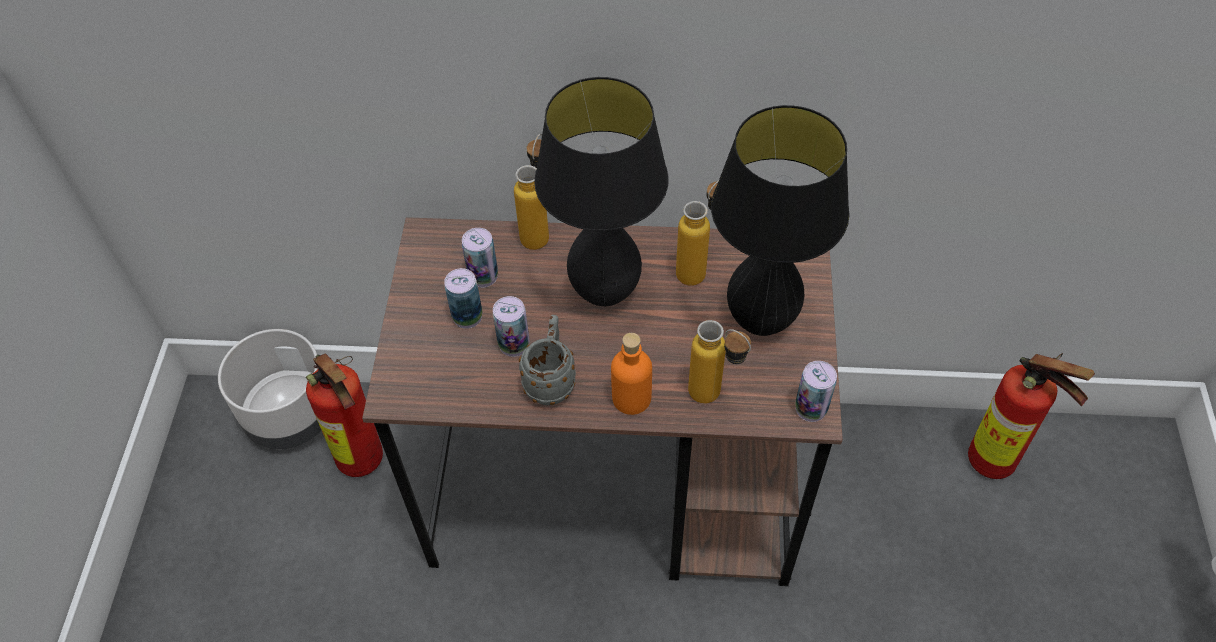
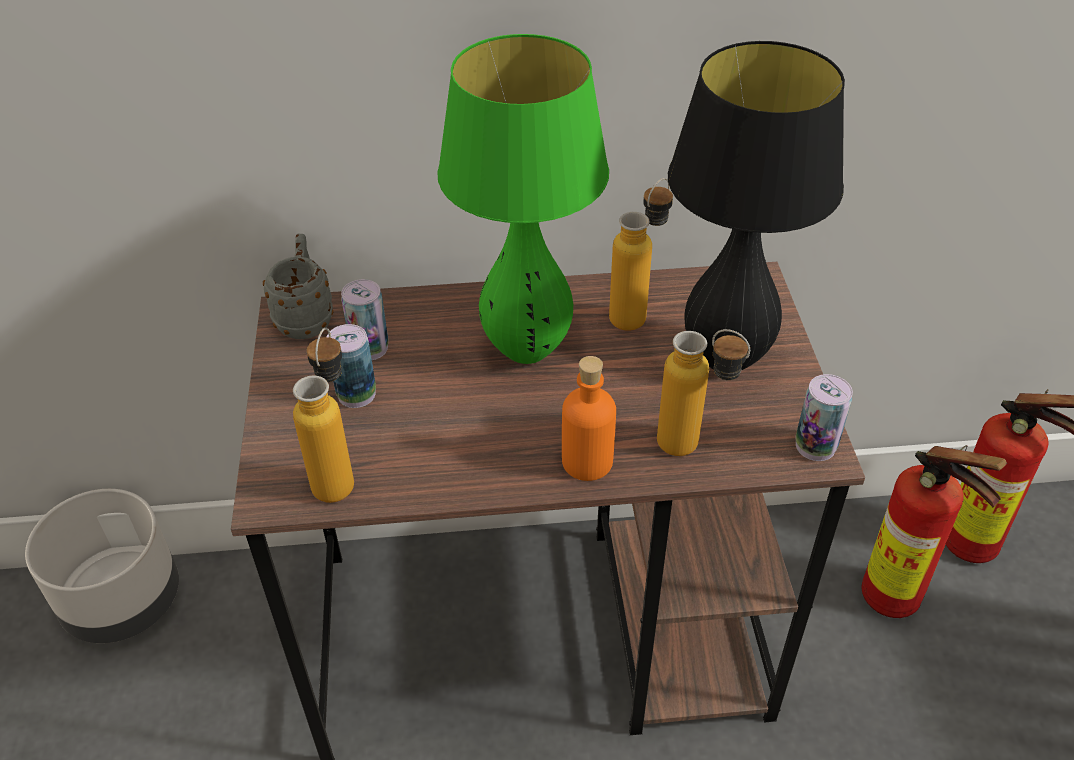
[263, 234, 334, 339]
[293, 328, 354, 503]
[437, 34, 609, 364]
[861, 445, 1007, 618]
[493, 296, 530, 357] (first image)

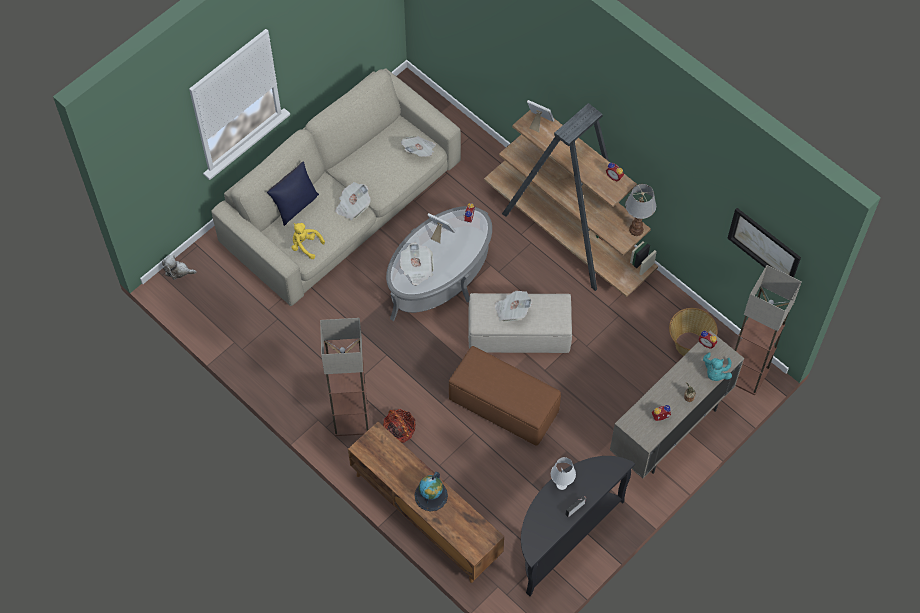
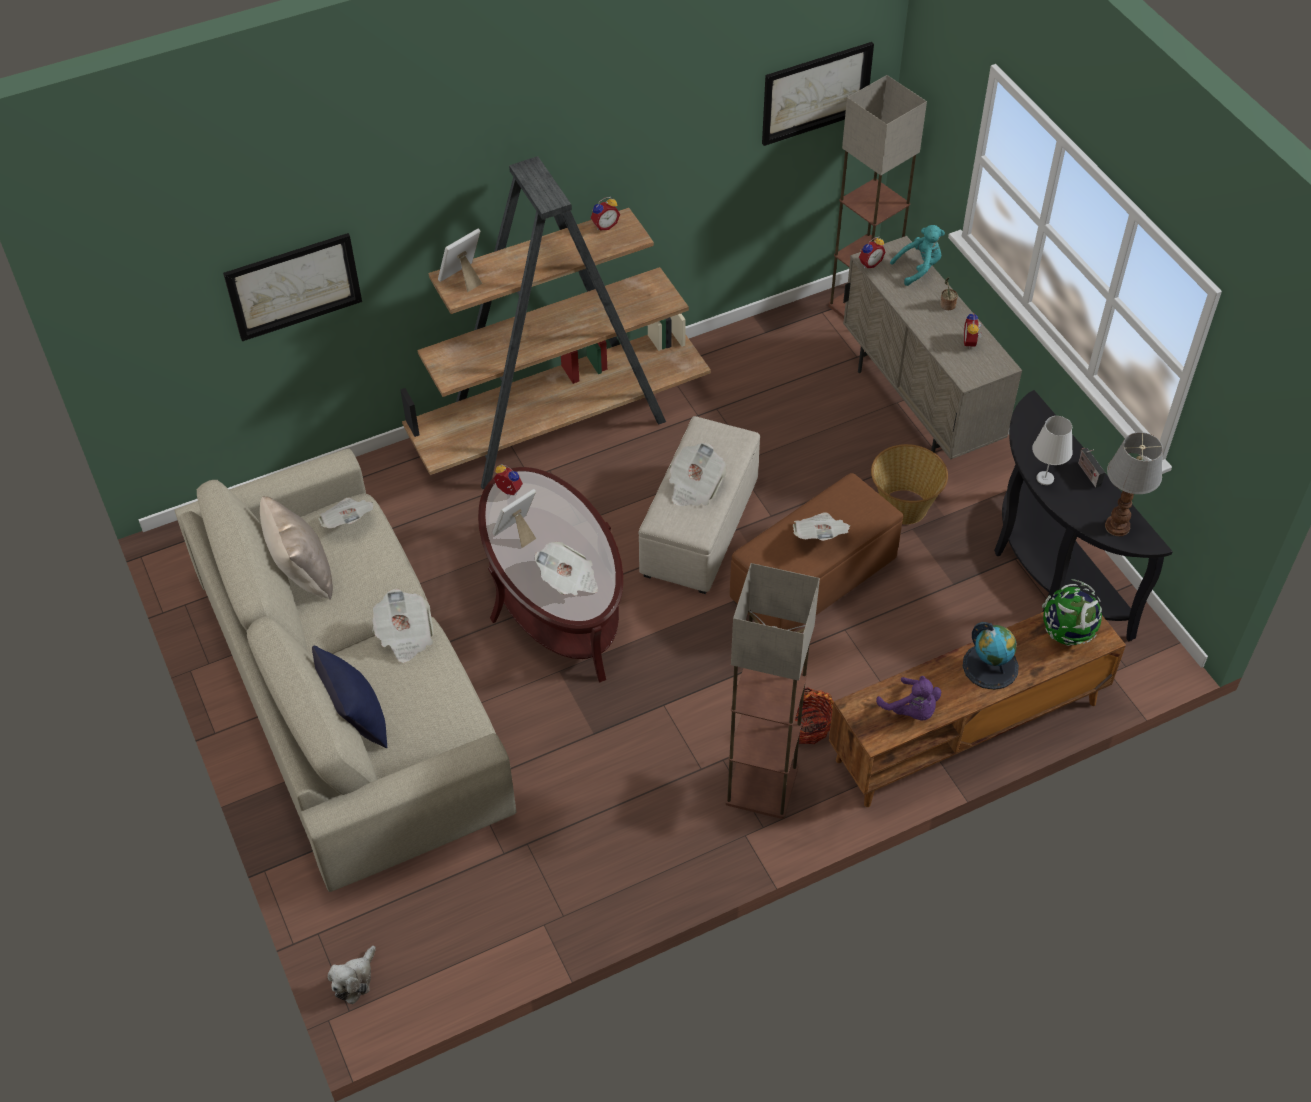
[223, 233, 362, 341]
[260, 496, 333, 600]
[478, 467, 623, 683]
[793, 513, 850, 541]
[871, 444, 948, 525]
[876, 676, 941, 721]
[890, 225, 945, 286]
[1042, 579, 1102, 646]
[1105, 432, 1163, 537]
[292, 223, 325, 259] (first image)

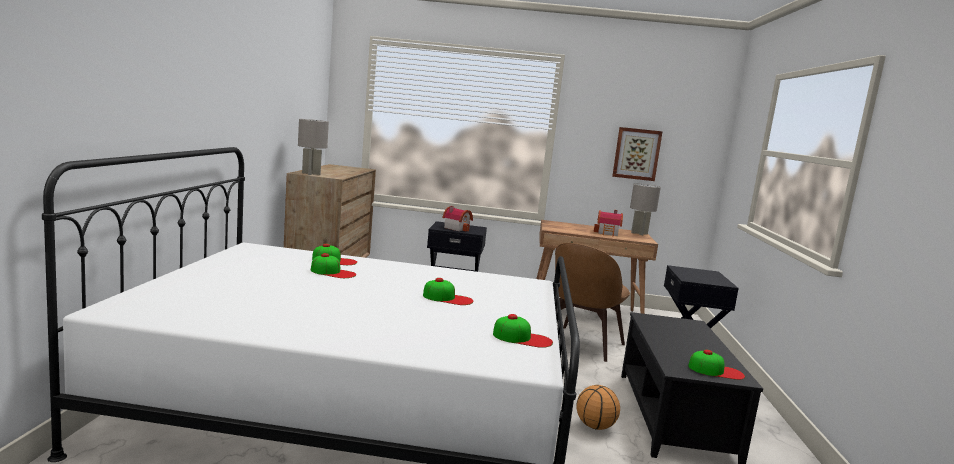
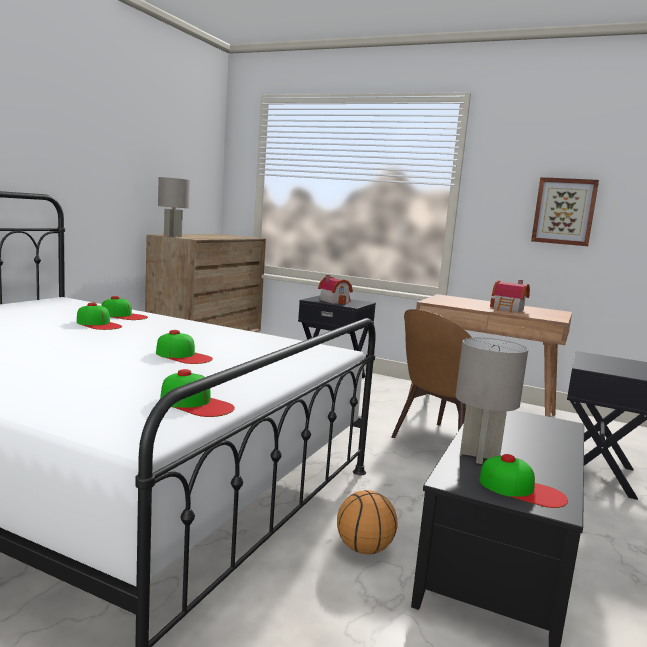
[456, 337, 528, 464]

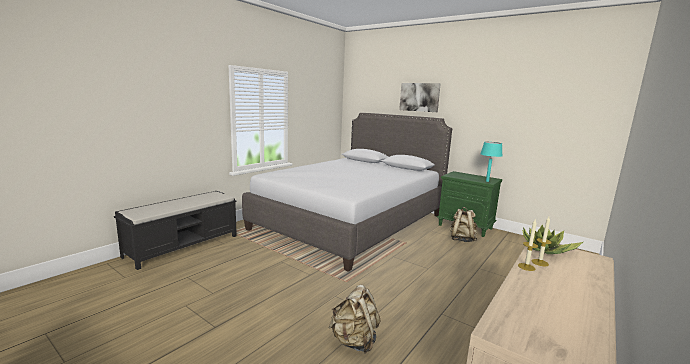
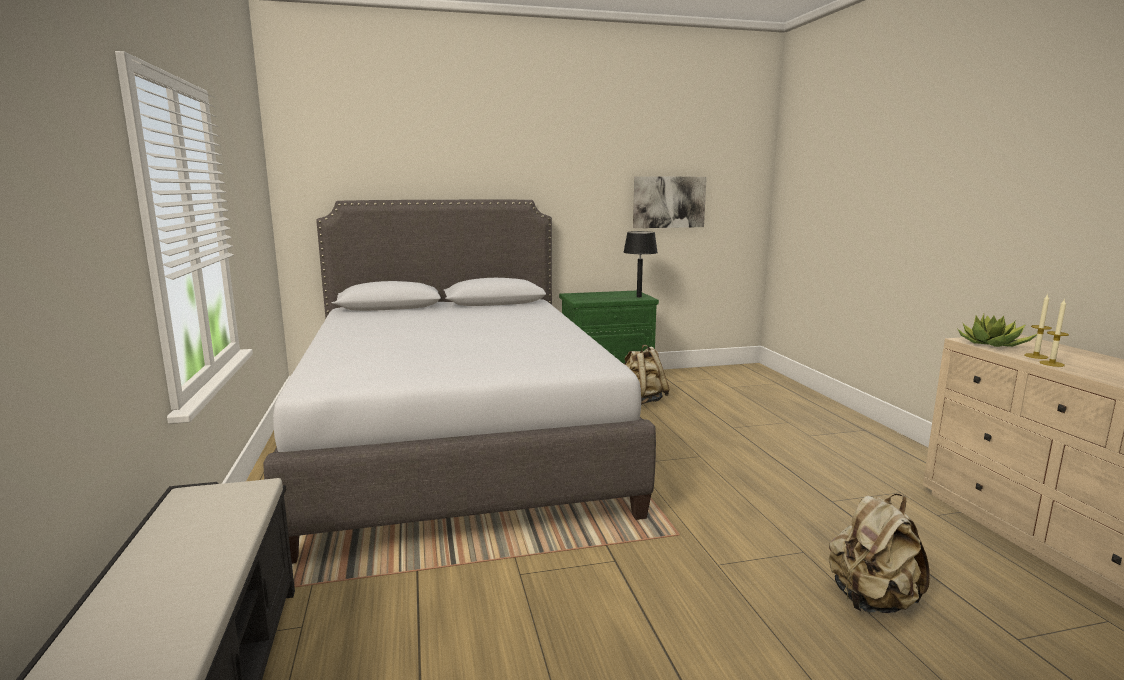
[623, 231, 658, 297]
[633, 176, 707, 228]

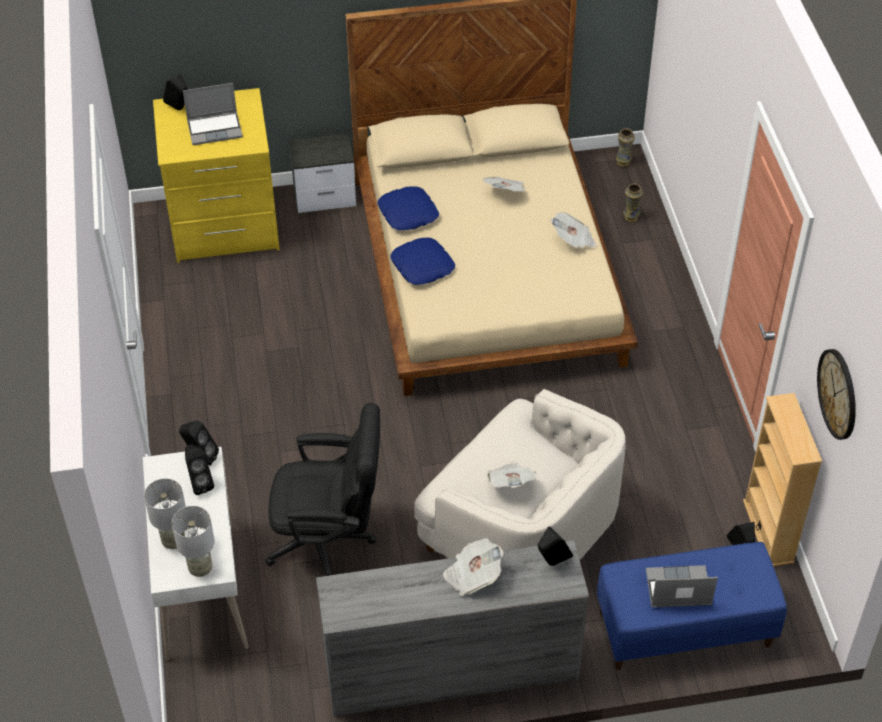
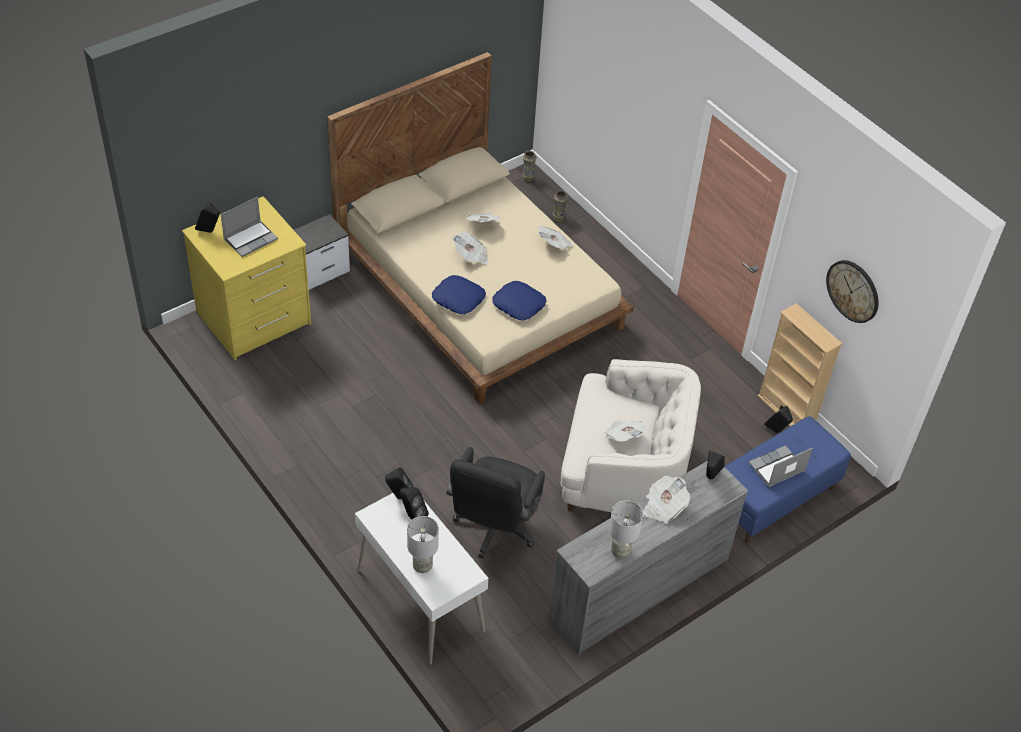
[446, 447, 545, 559]
[453, 232, 488, 264]
[492, 281, 547, 321]
[609, 500, 643, 558]

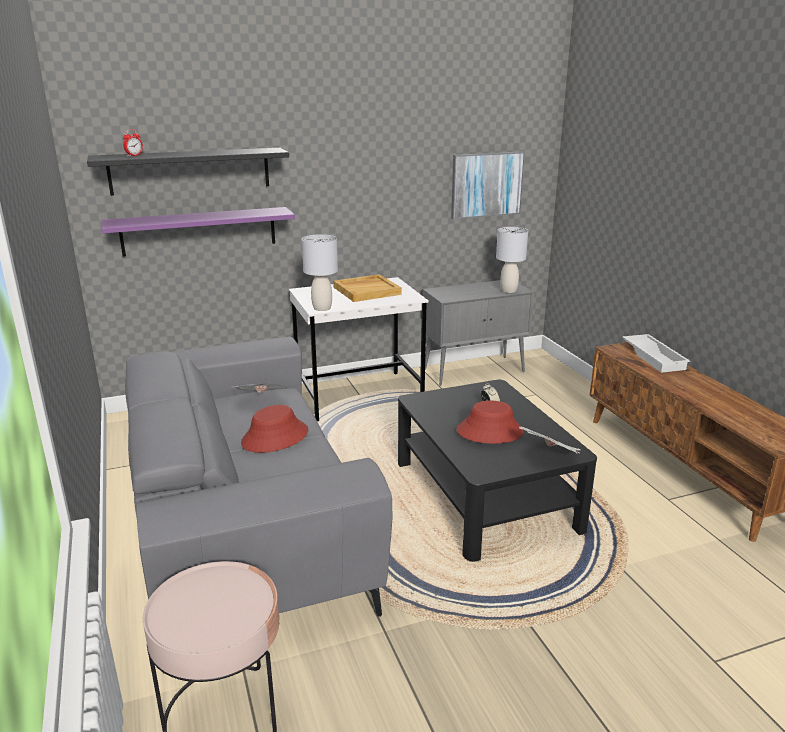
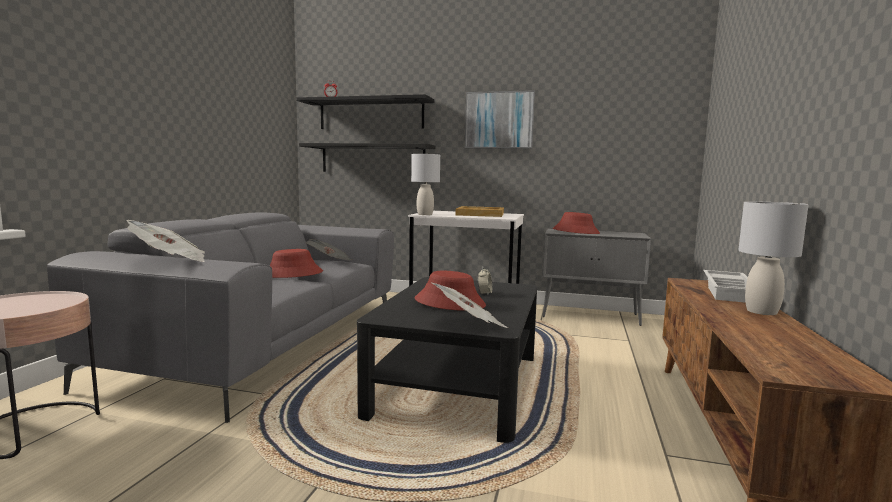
[126, 220, 205, 262]
[299, 143, 435, 172]
[465, 91, 535, 149]
[553, 212, 600, 234]
[738, 201, 809, 315]

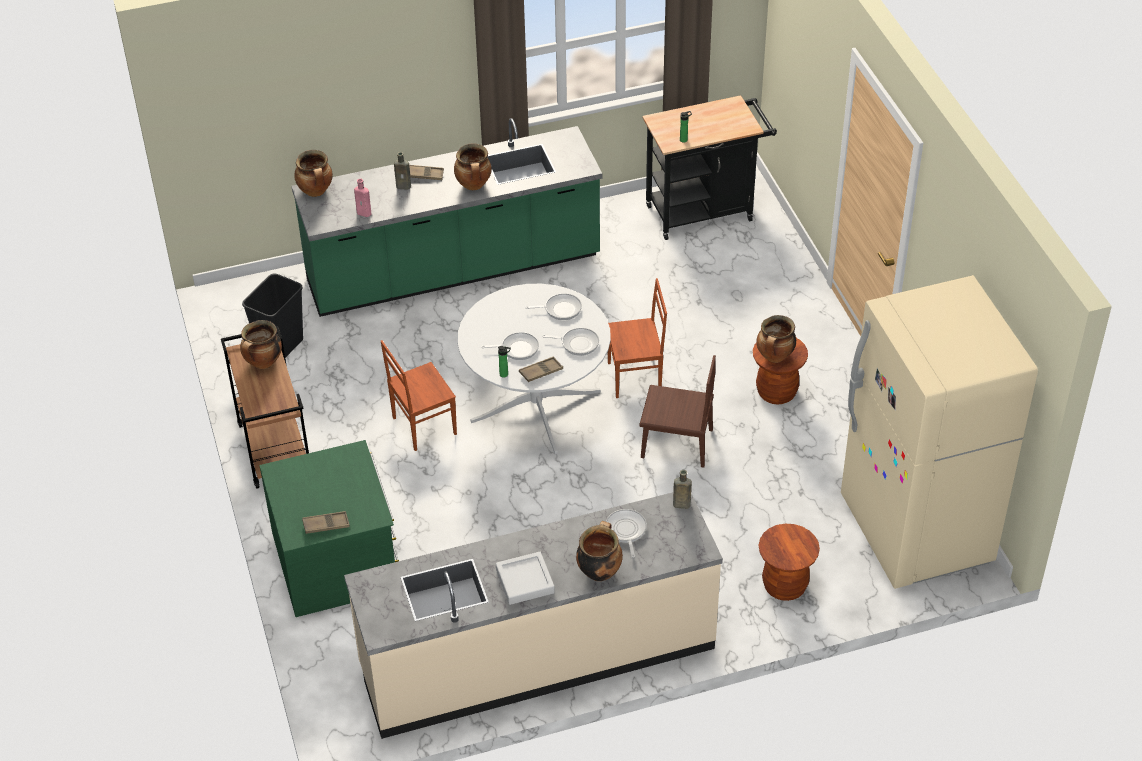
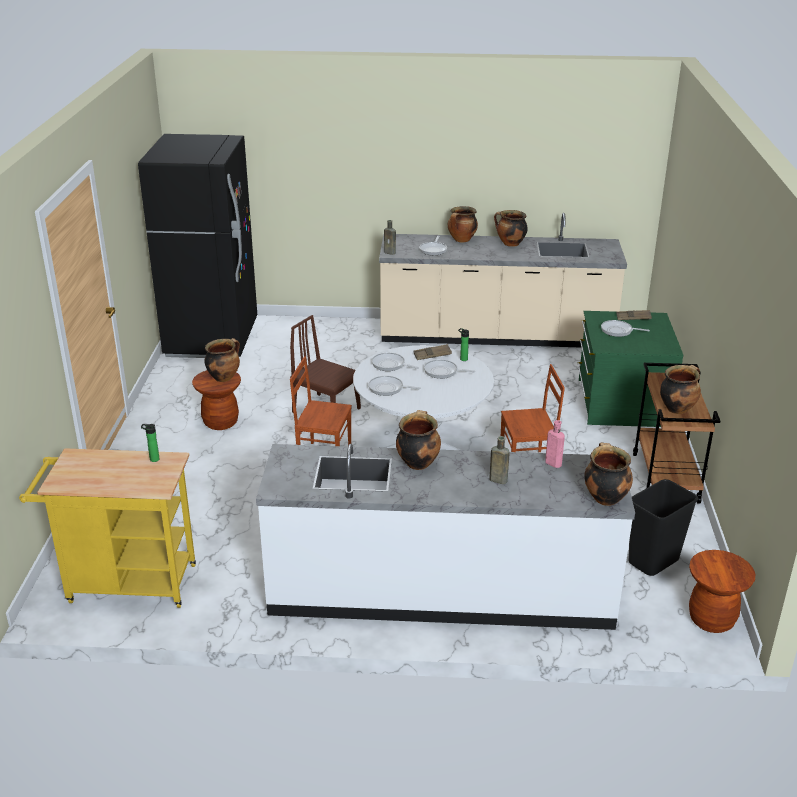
[19, 448, 196, 608]
[138, 134, 257, 358]
[256, 444, 635, 630]
[494, 210, 528, 247]
[601, 320, 650, 337]
[689, 550, 755, 633]
[409, 165, 444, 180] (first image)

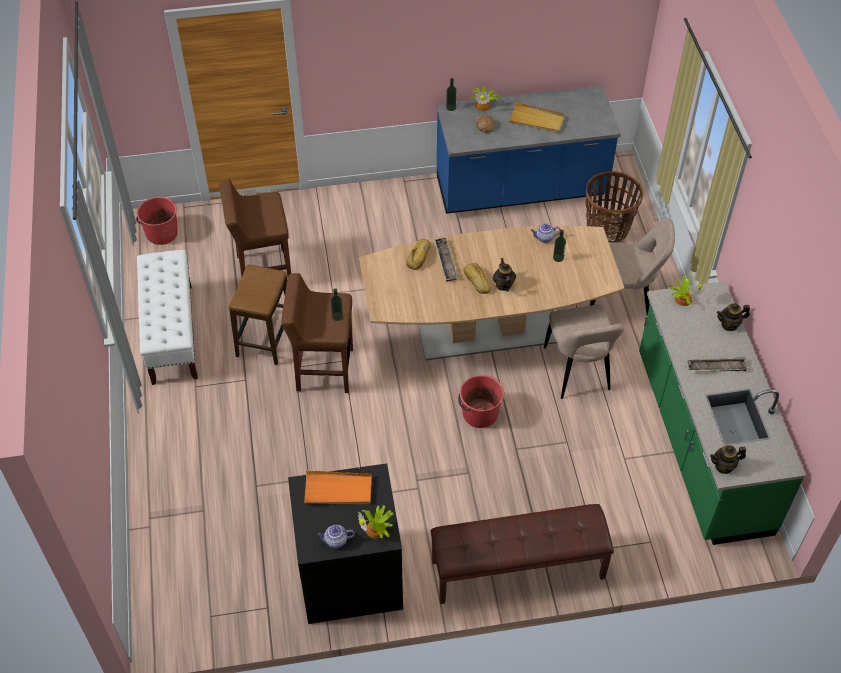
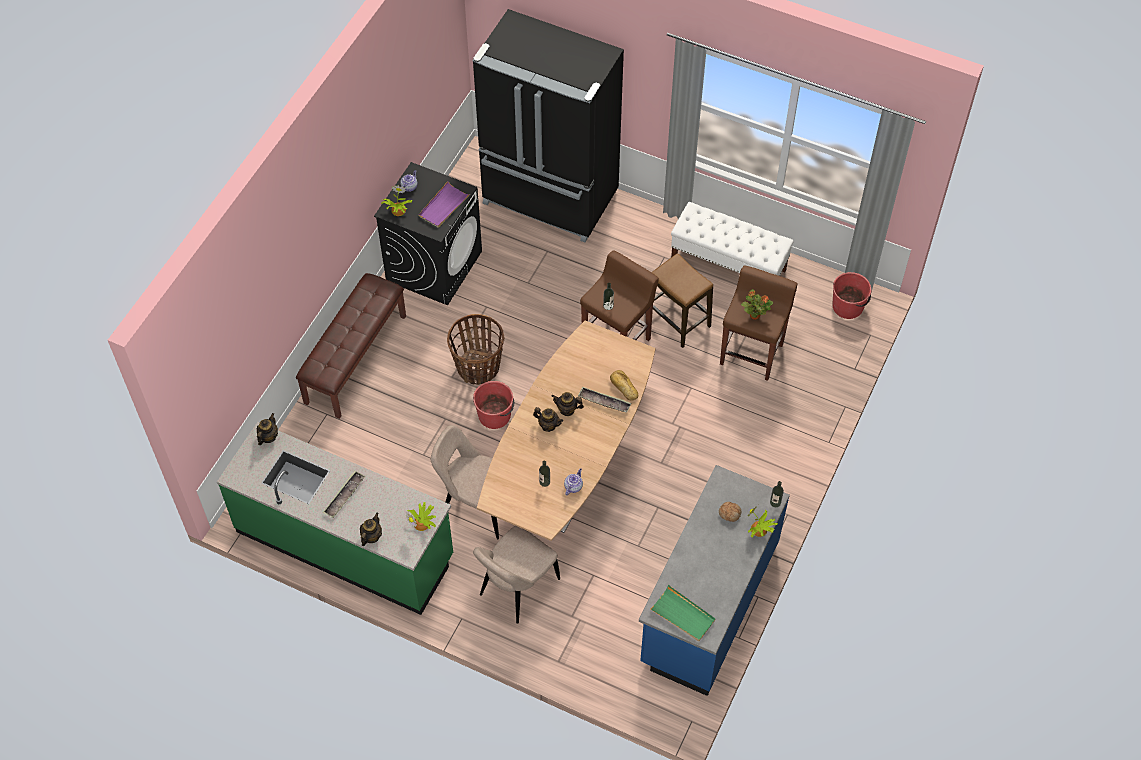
[418, 182, 470, 228]
[447, 314, 504, 385]
[473, 9, 624, 242]
[551, 392, 584, 416]
[651, 585, 716, 641]
[741, 289, 773, 320]
[509, 102, 565, 133] (first image)

